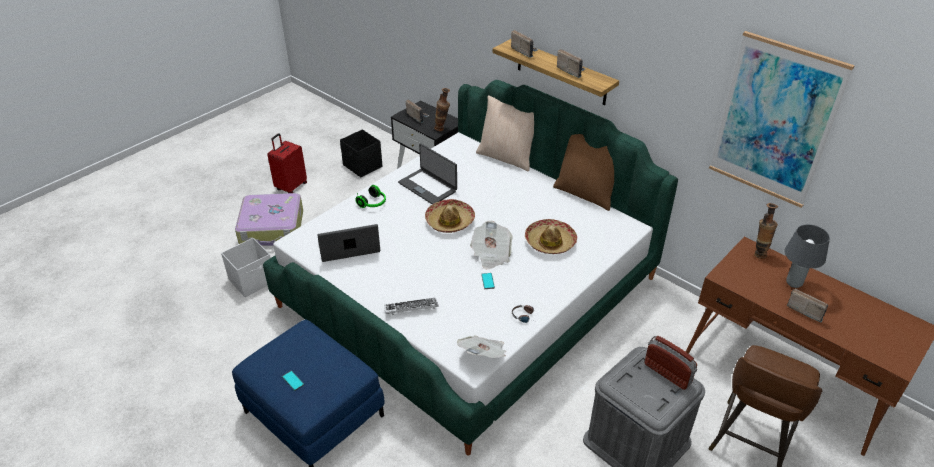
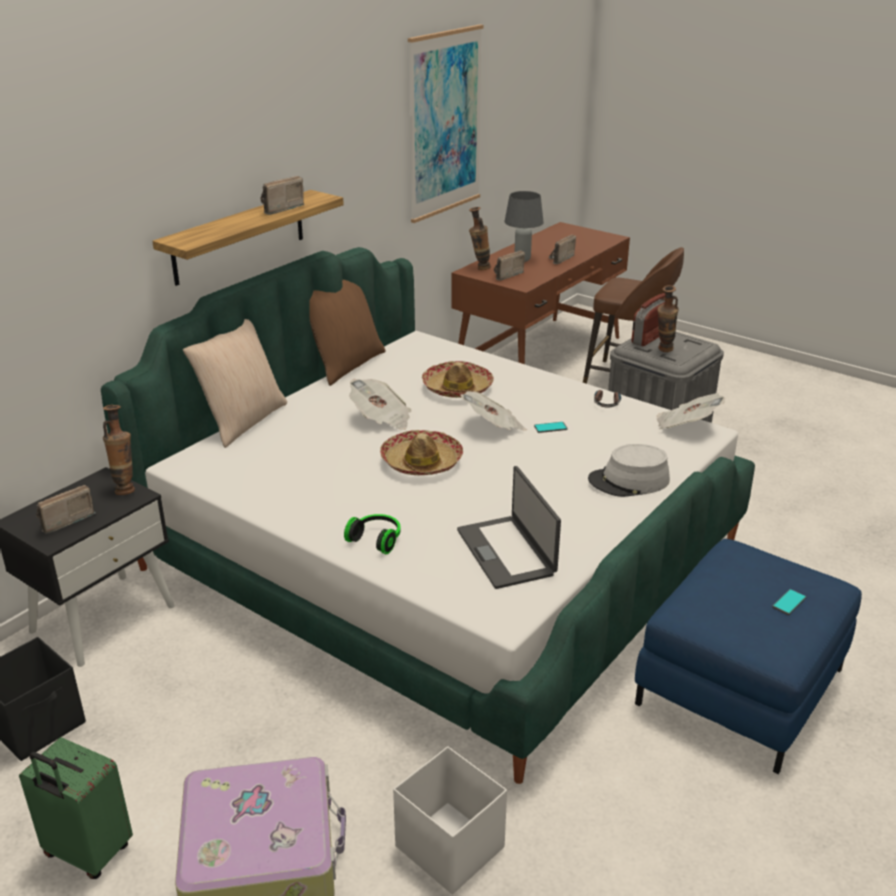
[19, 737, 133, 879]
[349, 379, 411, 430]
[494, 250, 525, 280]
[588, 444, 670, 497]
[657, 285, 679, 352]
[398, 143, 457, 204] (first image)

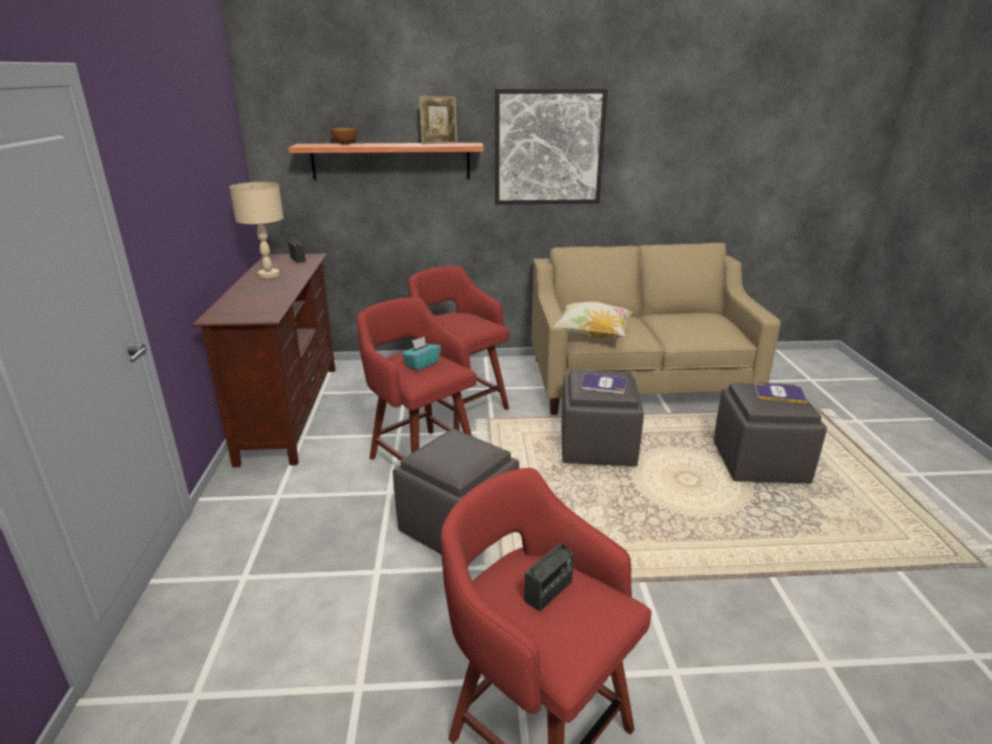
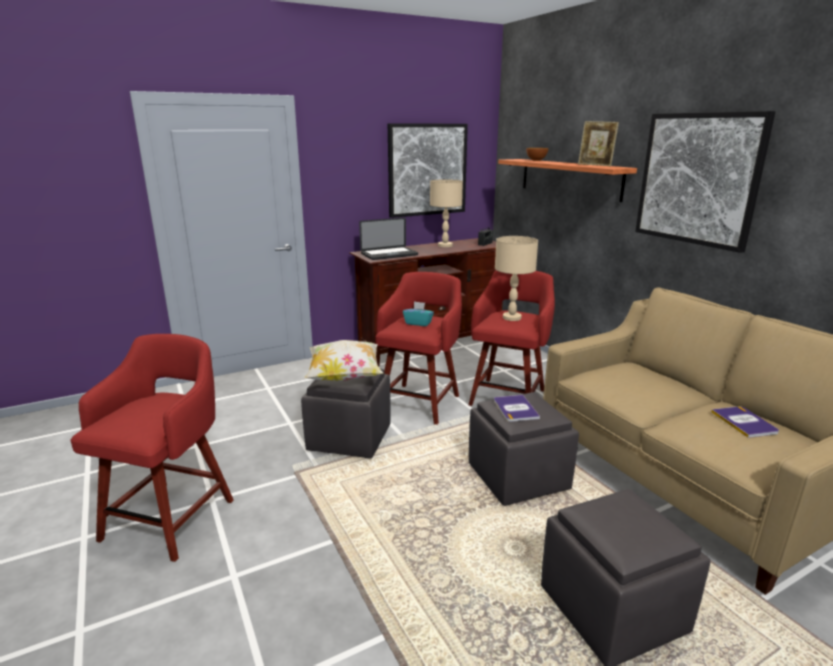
[304, 340, 383, 381]
[359, 217, 418, 260]
[388, 123, 468, 218]
[495, 236, 538, 321]
[711, 406, 779, 438]
[524, 519, 574, 612] (first image)

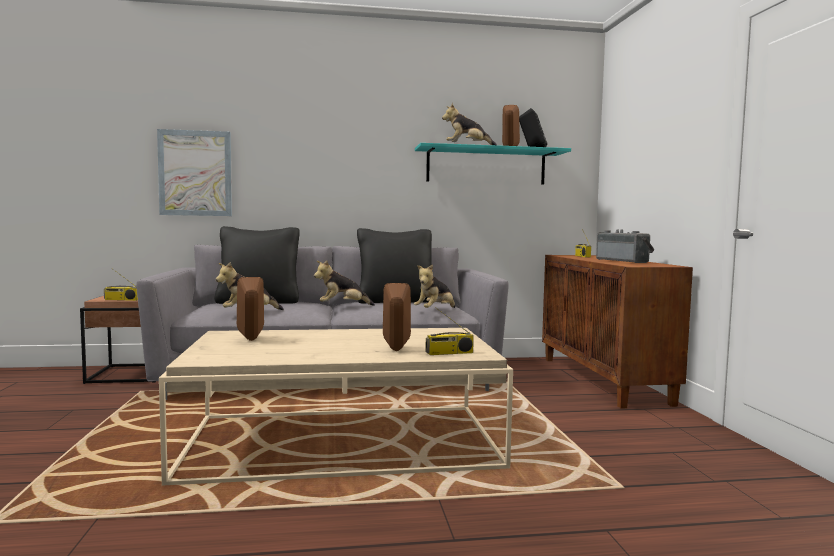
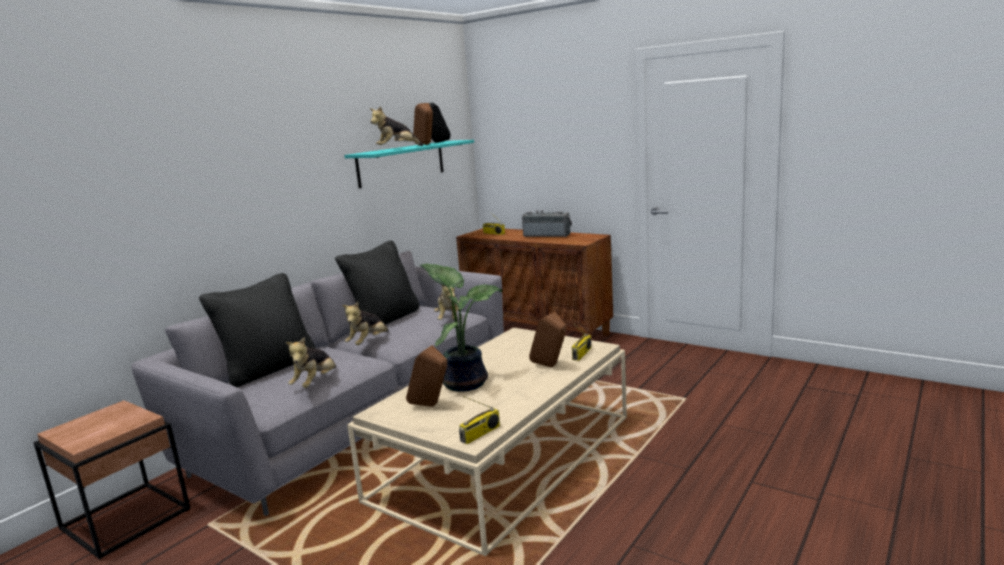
[420, 263, 503, 392]
[459, 396, 500, 444]
[157, 129, 232, 216] (first image)

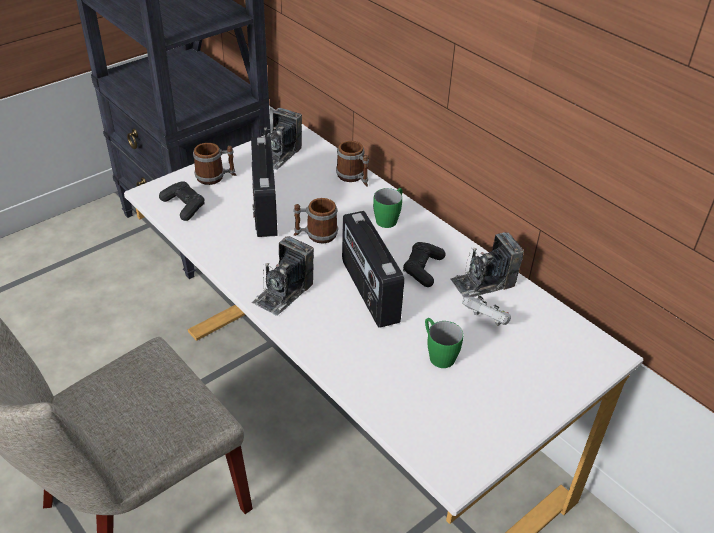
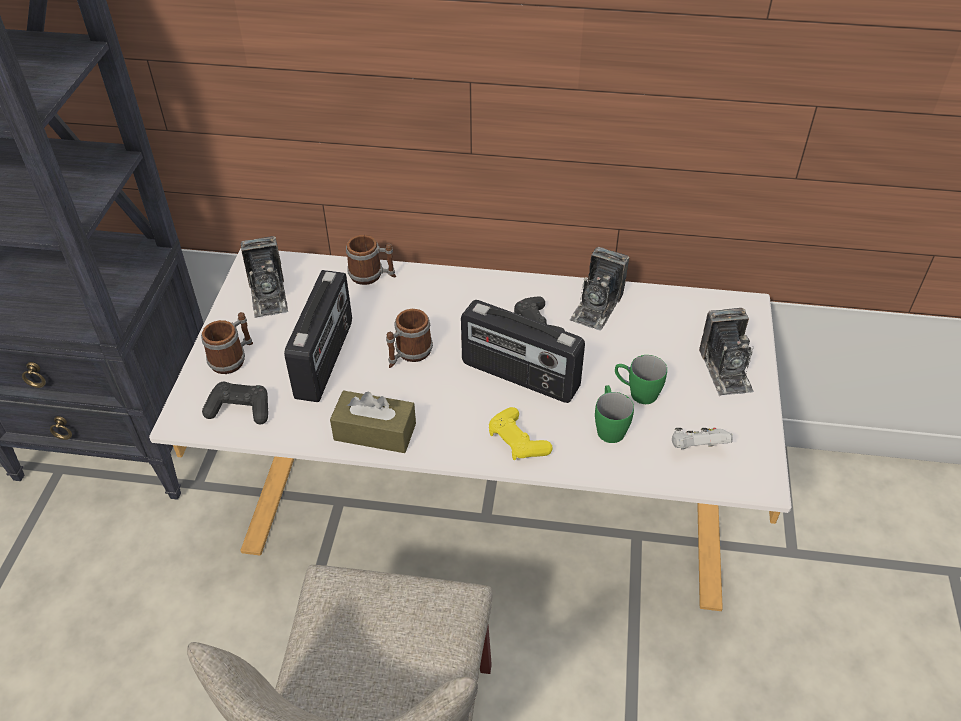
[284, 270, 352, 402]
[330, 390, 416, 453]
[489, 407, 553, 460]
[595, 385, 634, 443]
[672, 428, 733, 449]
[699, 308, 754, 396]

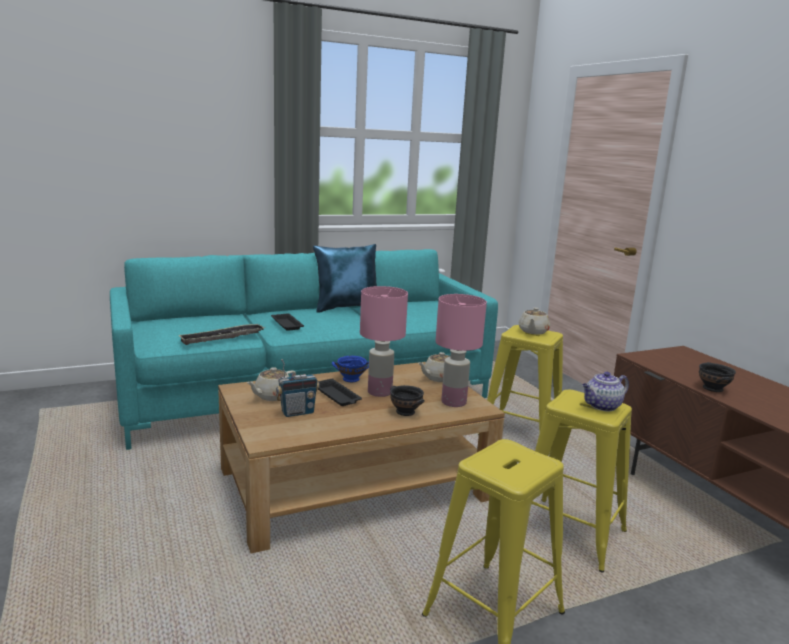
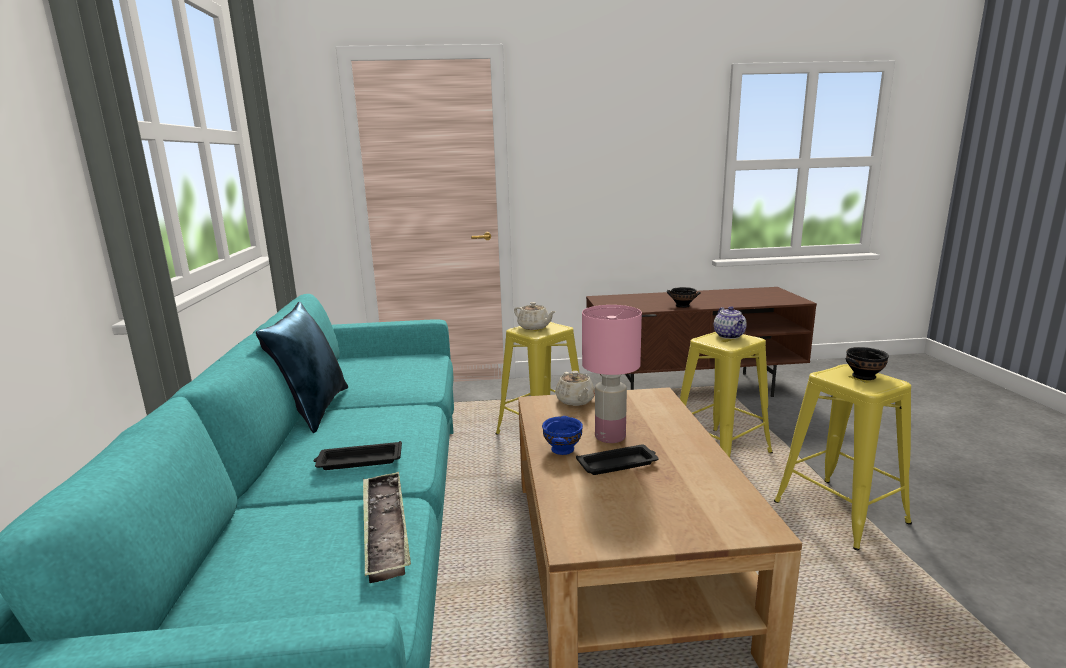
[845, 347, 889, 380]
[247, 367, 296, 401] (first image)
[276, 359, 320, 417] (first image)
[435, 294, 487, 407] (first image)

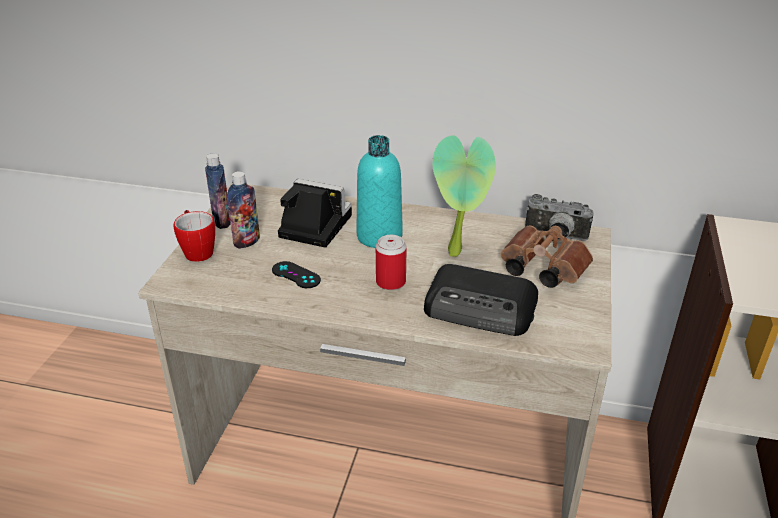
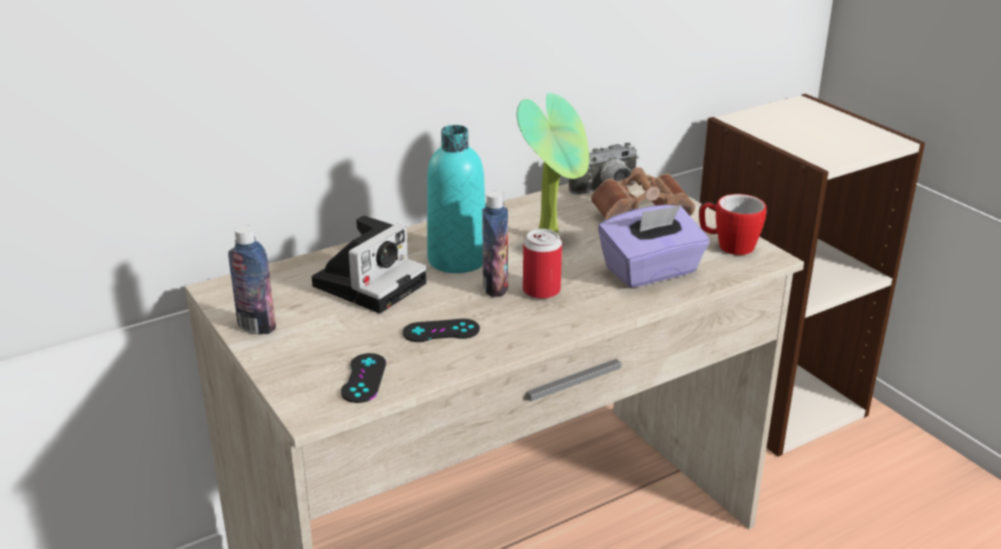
[312, 215, 426, 313]
[341, 353, 386, 403]
[482, 191, 508, 297]
[598, 205, 710, 288]
[699, 194, 767, 255]

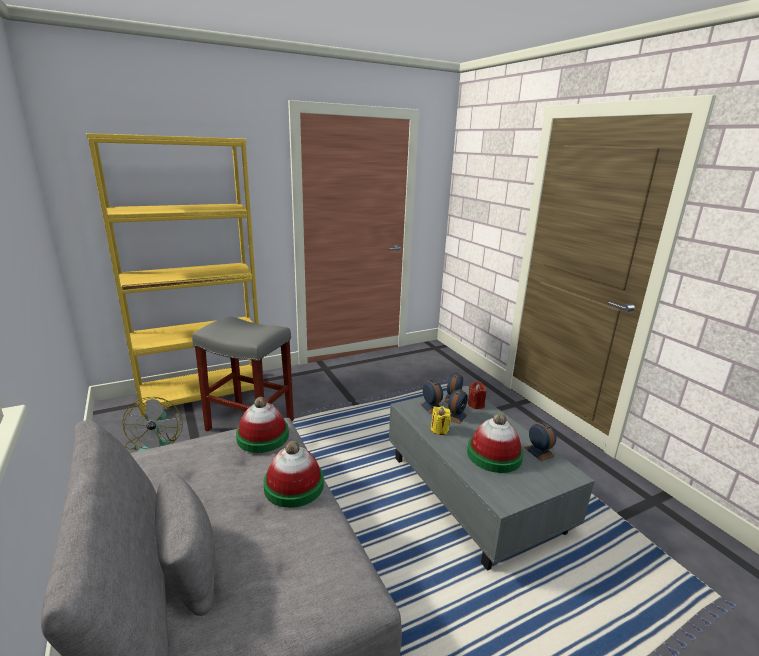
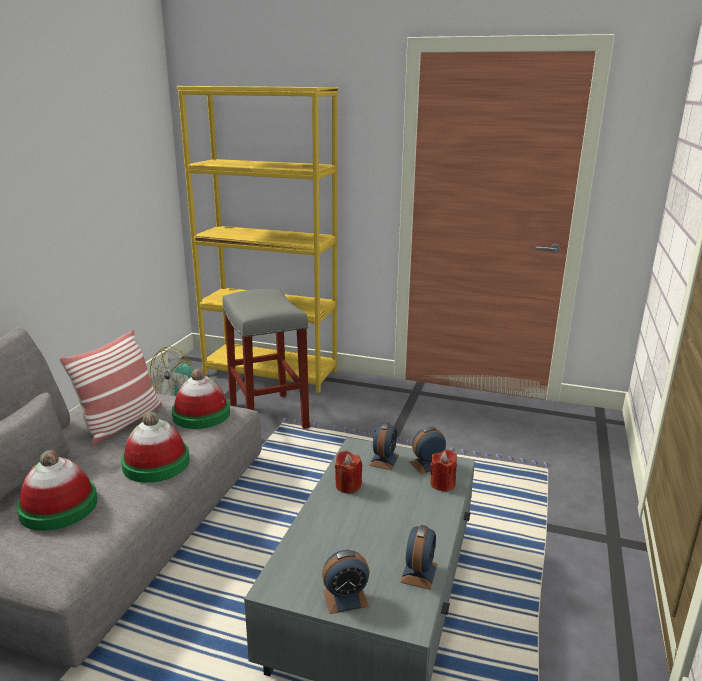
[16, 450, 98, 531]
[59, 330, 162, 446]
[322, 550, 369, 614]
[335, 450, 362, 493]

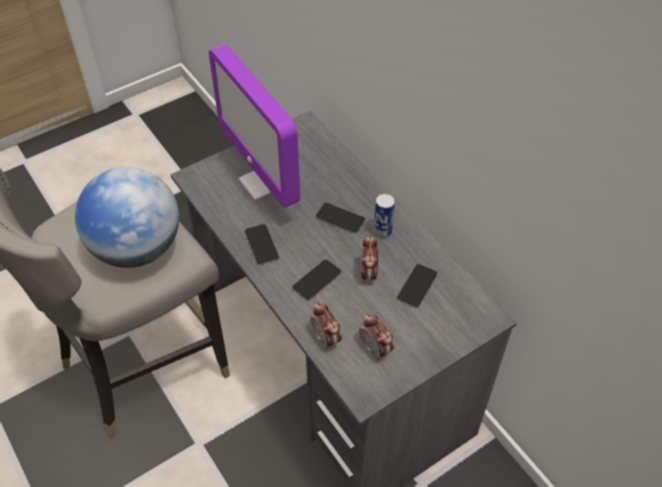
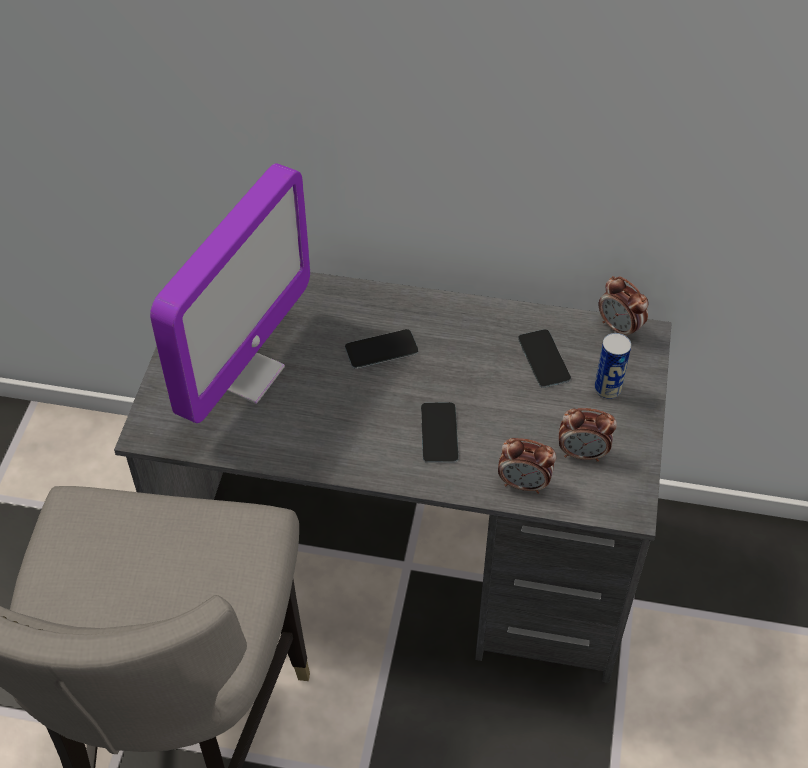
[150, 163, 310, 423]
[594, 333, 631, 399]
[599, 276, 648, 336]
[75, 167, 179, 268] (first image)
[245, 224, 279, 265] (first image)

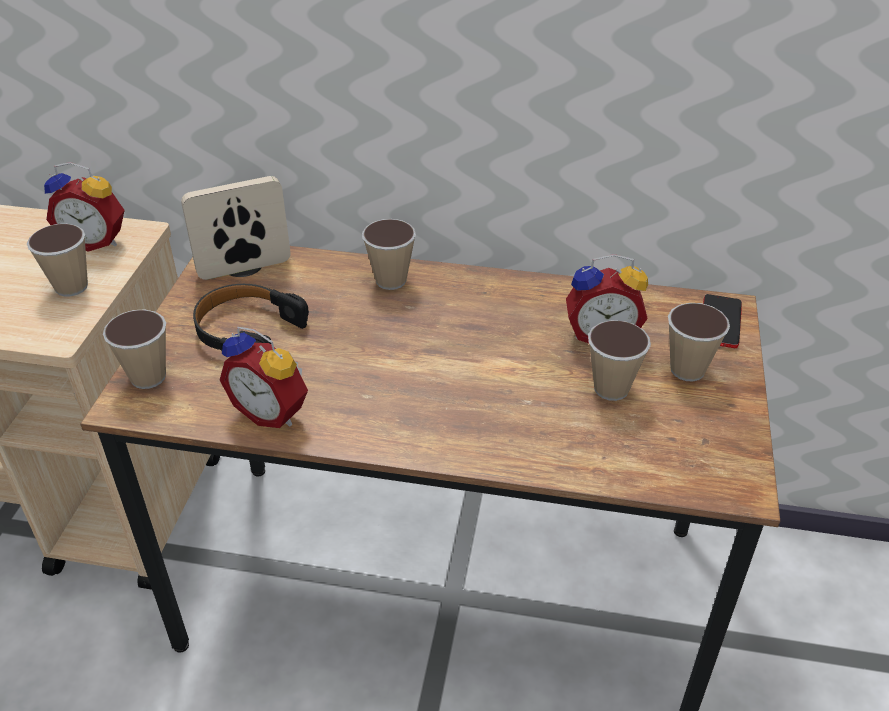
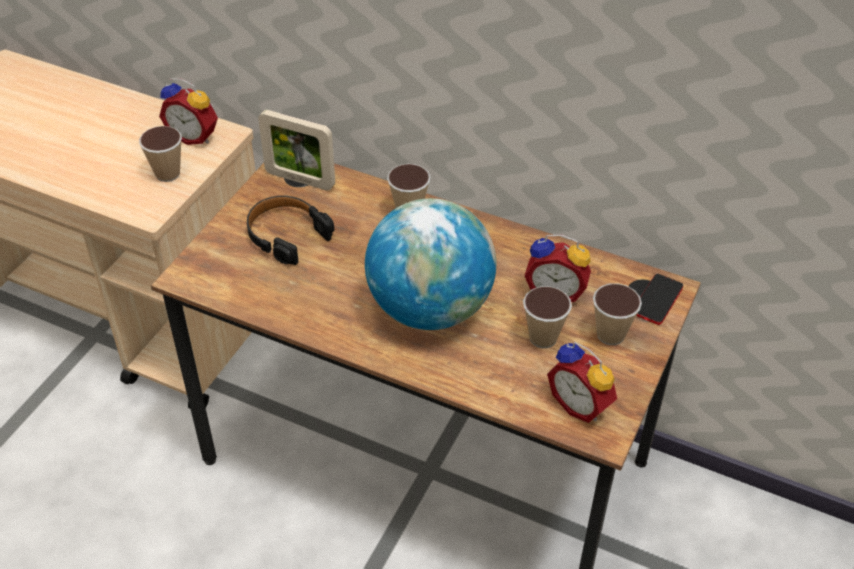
[258, 110, 335, 190]
[365, 198, 496, 330]
[547, 342, 617, 423]
[103, 309, 166, 389] (first image)

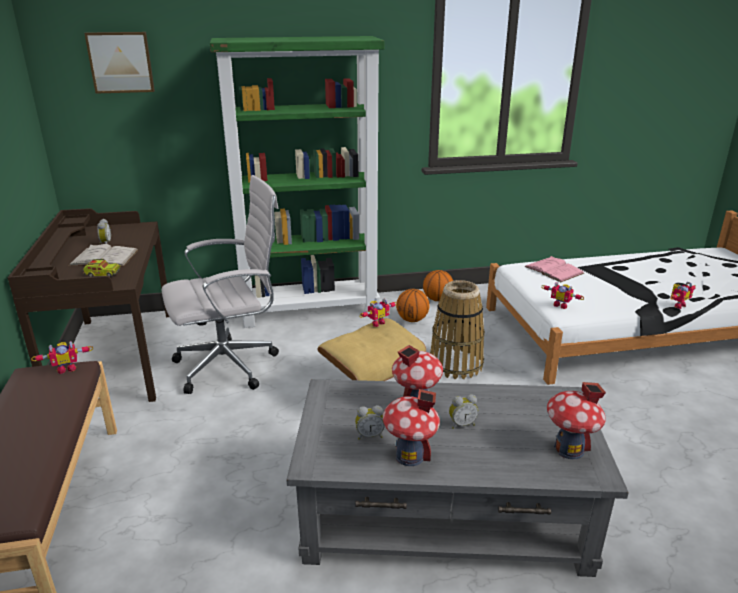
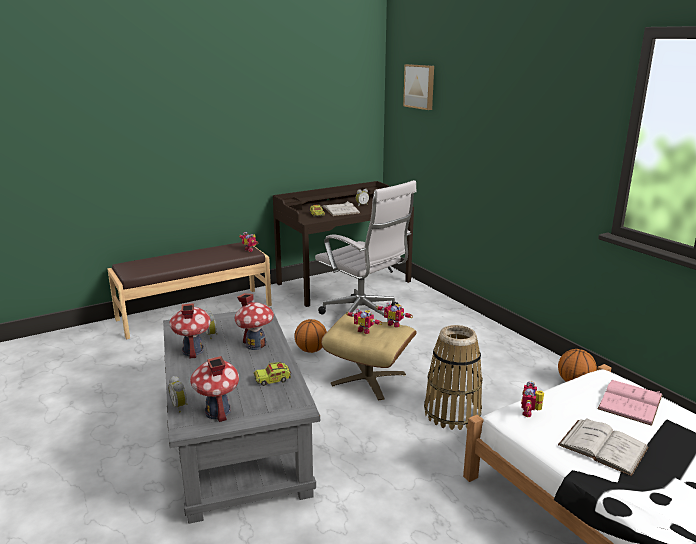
[168, 376, 187, 413]
[253, 362, 292, 386]
[294, 319, 327, 353]
[346, 308, 382, 334]
[558, 418, 649, 476]
[210, 36, 385, 328] (first image)

